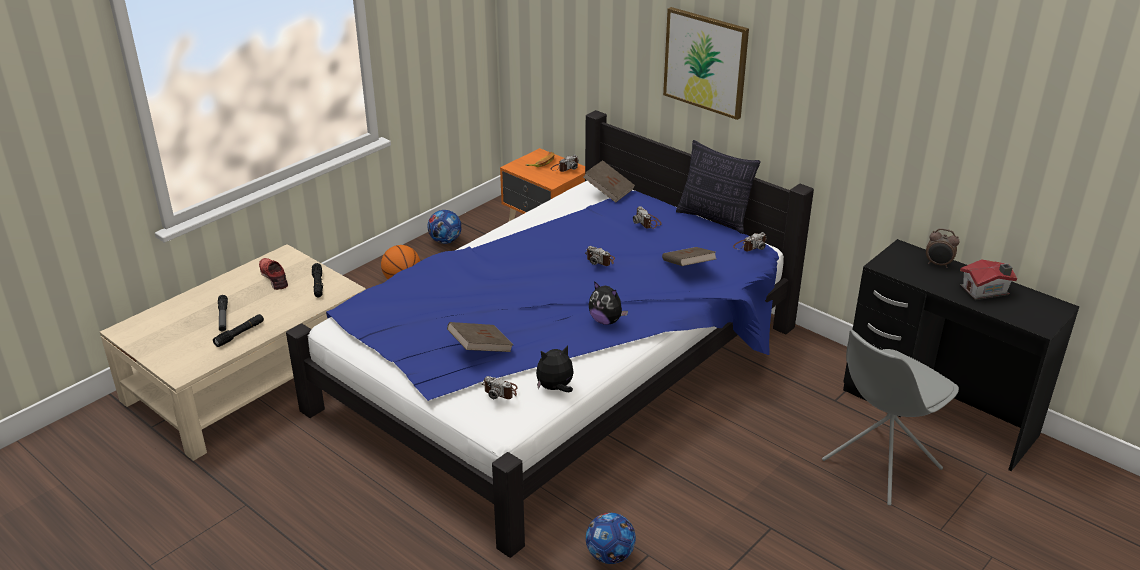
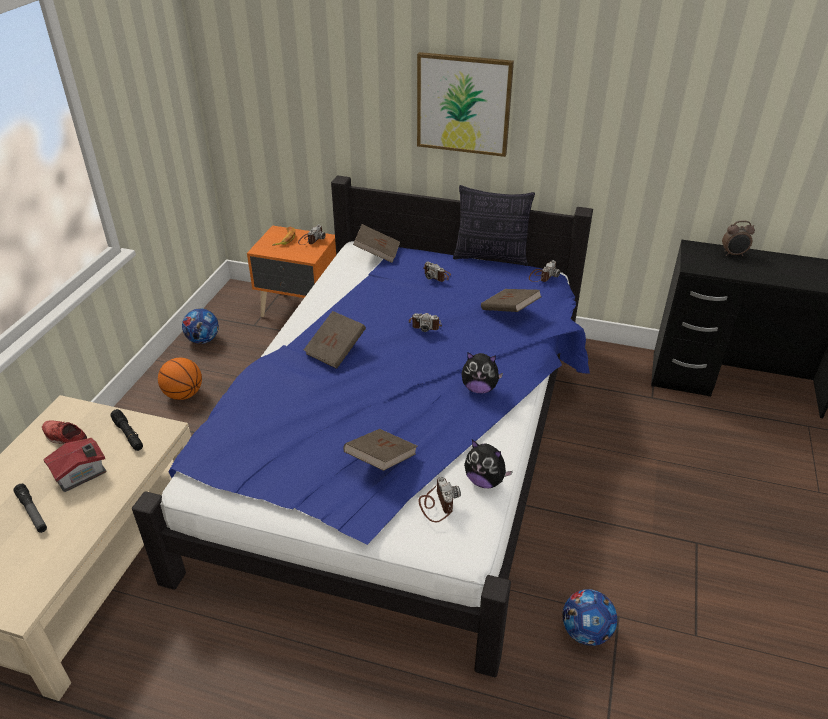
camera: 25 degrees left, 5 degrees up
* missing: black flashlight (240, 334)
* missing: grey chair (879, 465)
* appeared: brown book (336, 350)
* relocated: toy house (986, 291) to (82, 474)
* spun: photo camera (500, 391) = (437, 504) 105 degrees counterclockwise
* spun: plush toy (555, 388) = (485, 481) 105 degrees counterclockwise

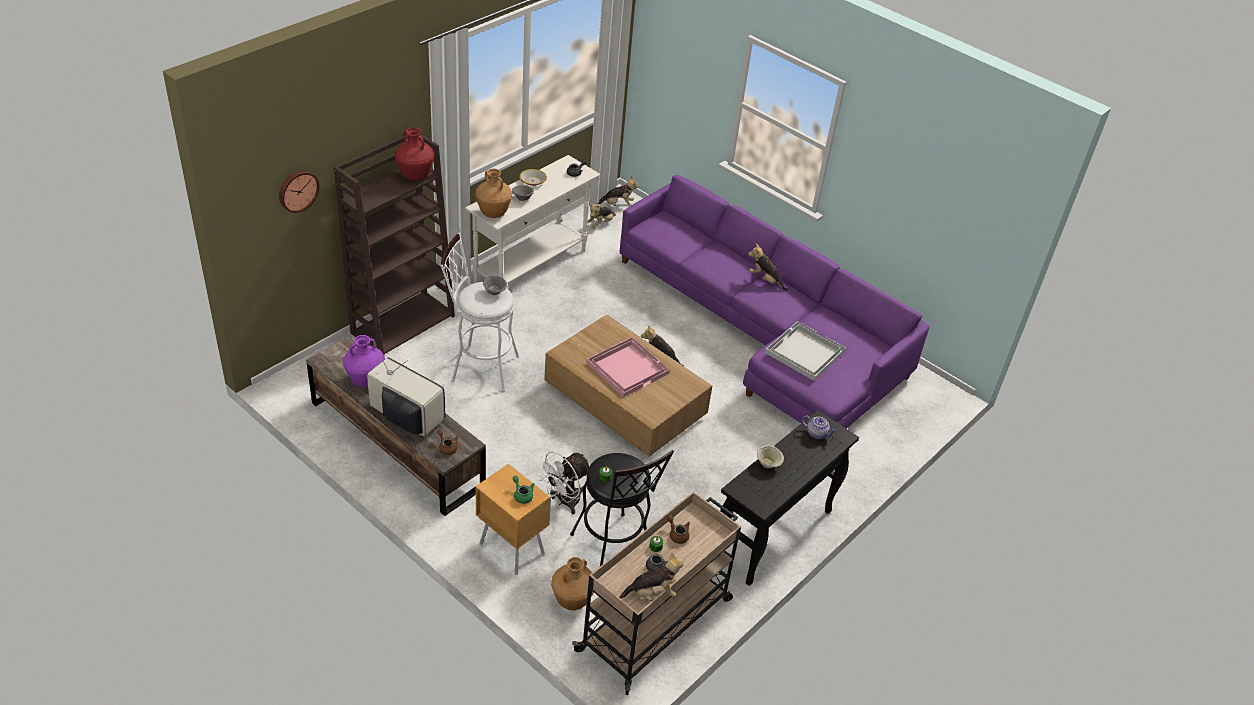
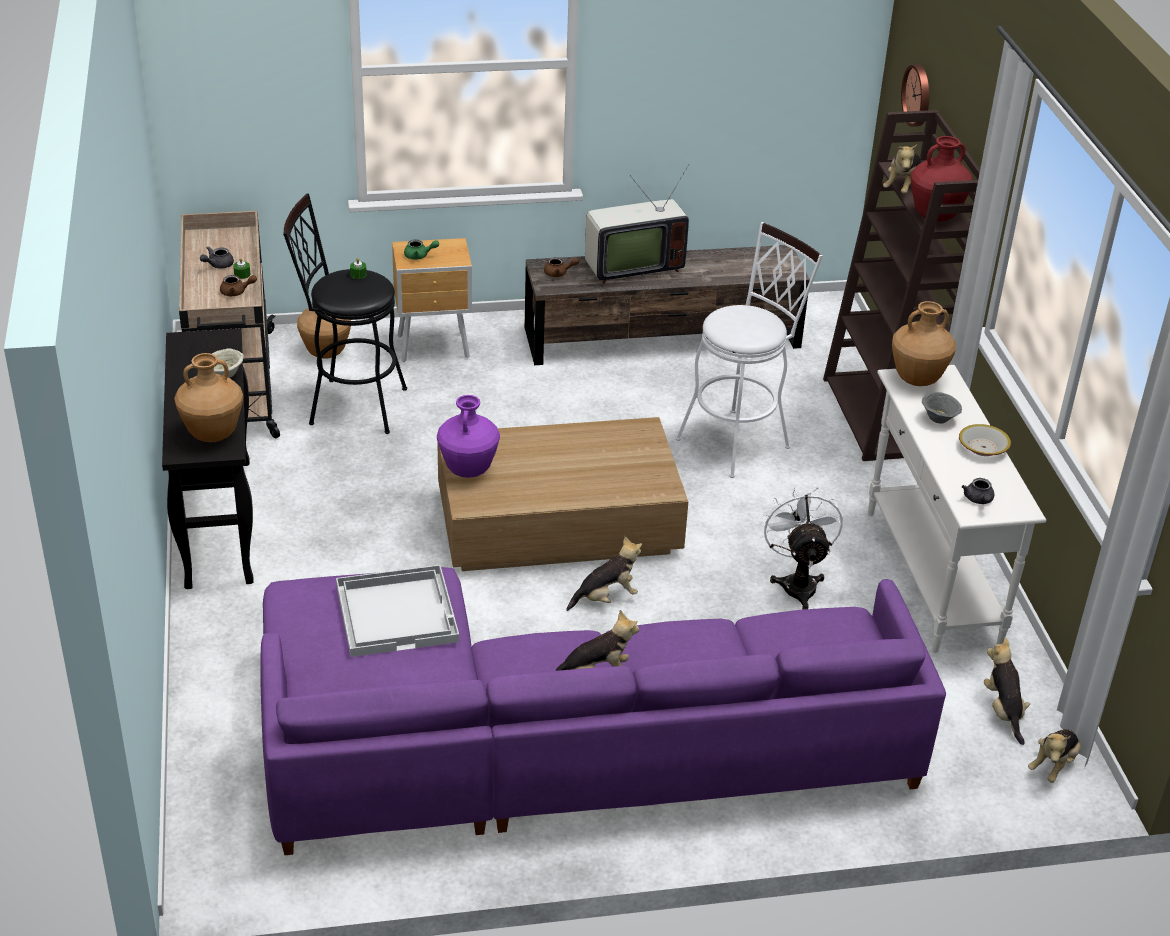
camera: 130 degrees right, 5 degrees down
* missing: grey bowl (495, 292)
* missing: pink tray (627, 367)
* relocated: purple vase (366, 381) to (468, 470)
* relocated: white fan (564, 501) to (797, 583)
* relocated: plush toy (652, 593) to (903, 187)
* exchanged: teapot (817, 434) to brown vase (212, 435)

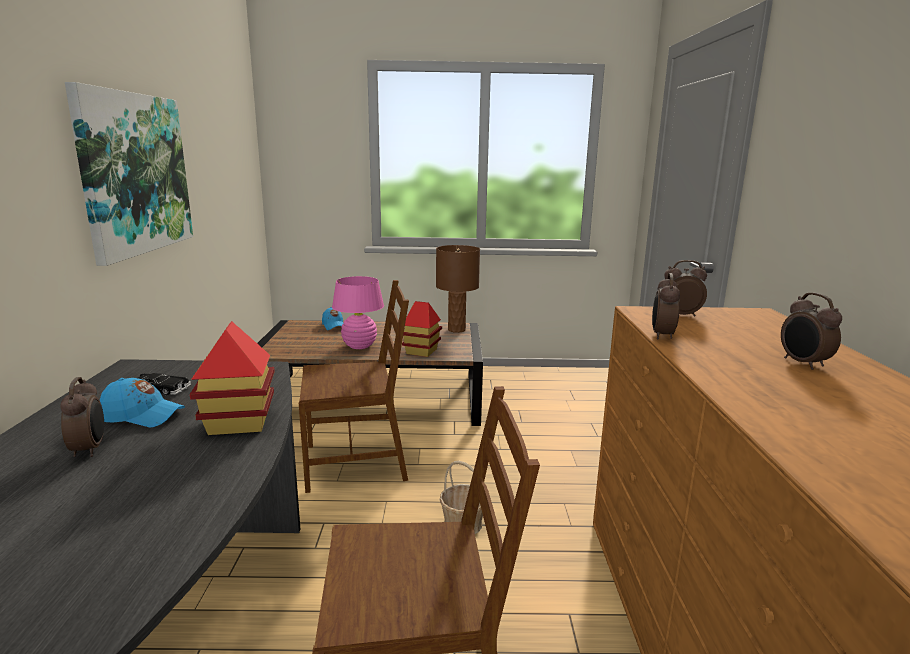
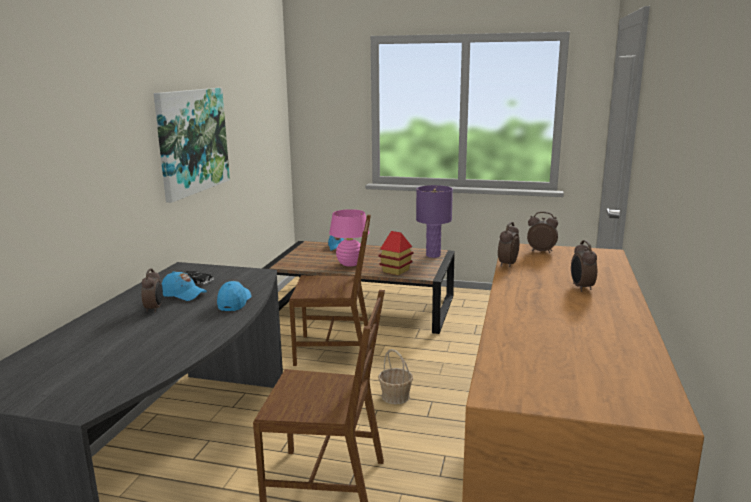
camera: 15 degrees right, 0 degrees up
* exchanged: toy house (238, 423) to blue cap (234, 302)
* colour: brown table lamp (456, 329) to purple table lamp (433, 255)

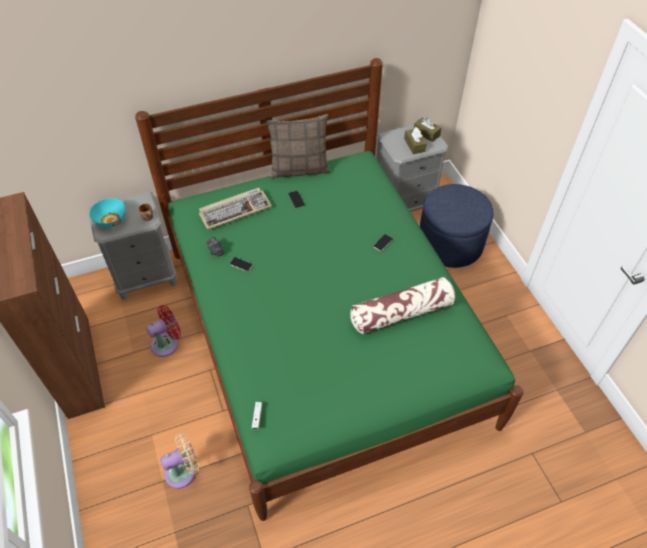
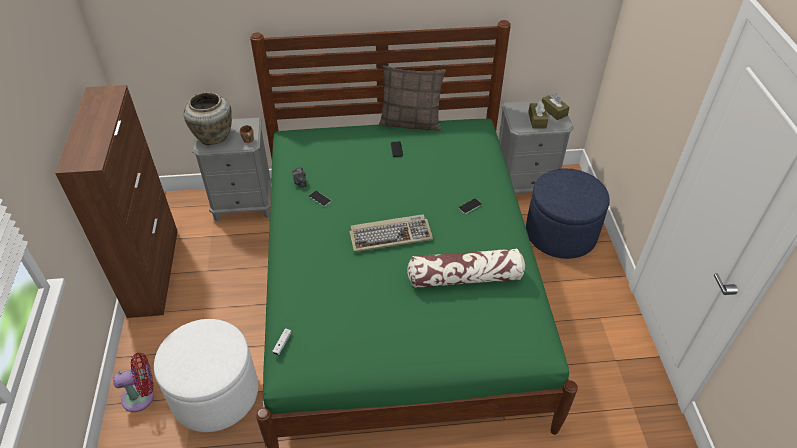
camera: 15 degrees right, 5 degrees down
* relocated: red fan (167, 343) to (142, 396)
* relocated: keyboard (235, 210) to (391, 235)
* exchanged: turquoise bowl (111, 220) to beige vase (214, 136)
* exchanged: beige fan (183, 471) to white ottoman (215, 393)

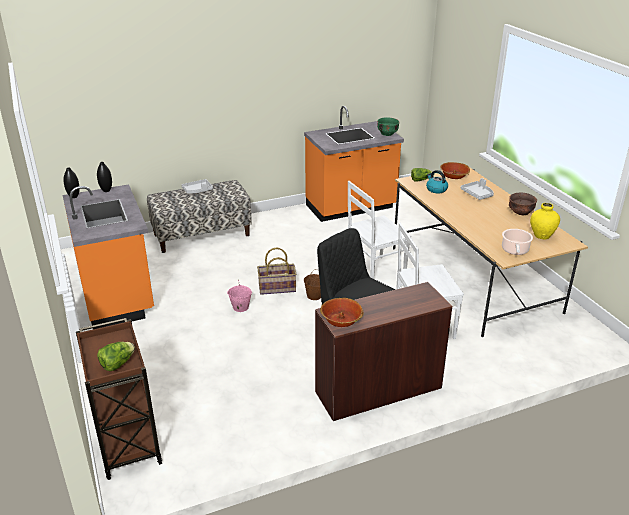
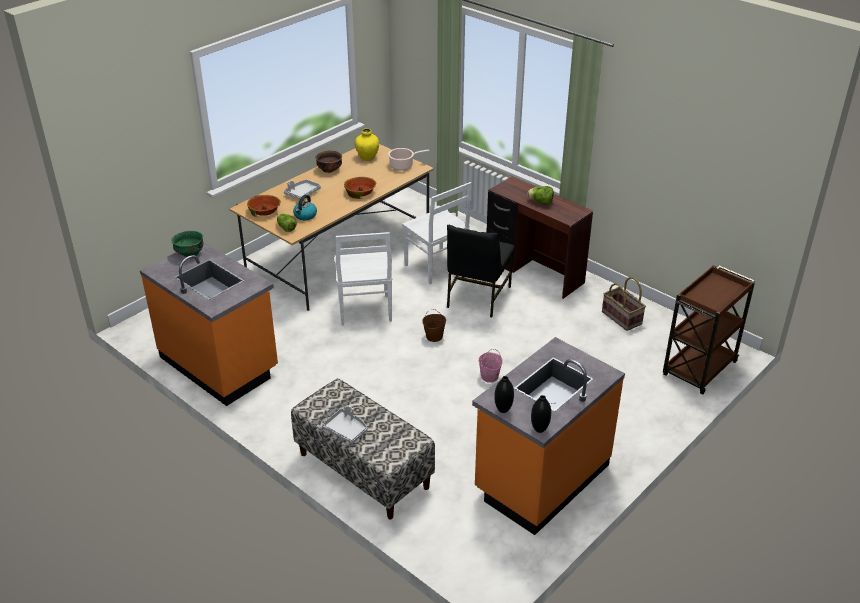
camera: 115 degrees left, 5 degrees up
* relocated: lettuce (117, 364) to (541, 202)
* relocated: basket (277, 288) to (622, 318)
* relocated: bowl (341, 320) to (360, 192)
* spun: white chair (374, 272) = (365, 311) 45 degrees clockwise

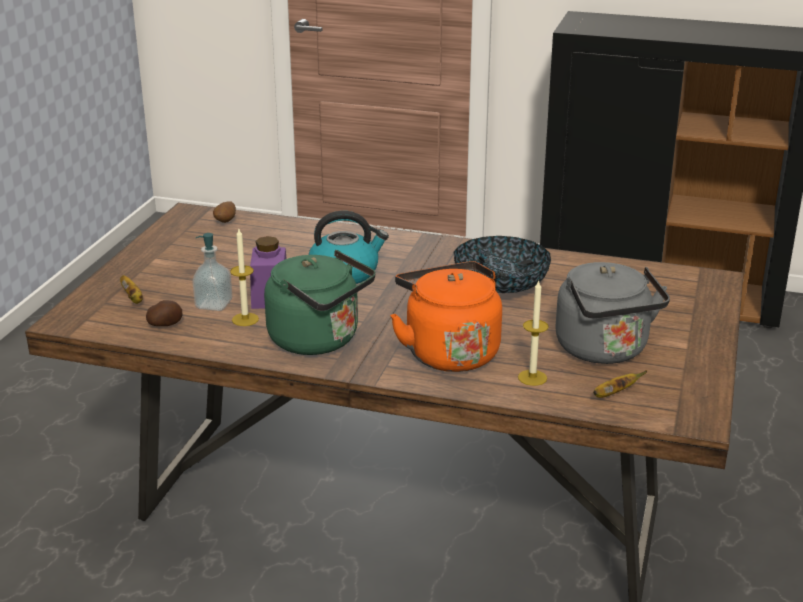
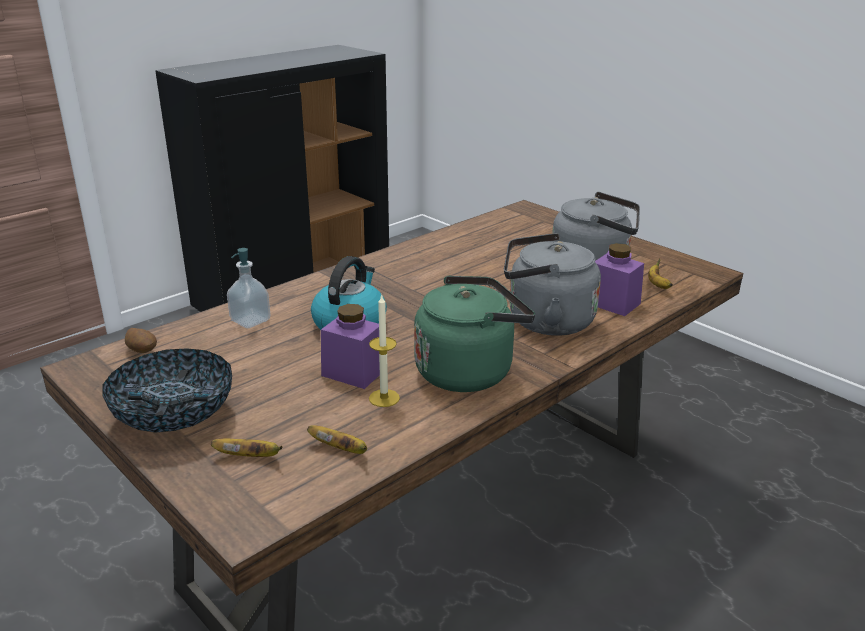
camera: 60 degrees left, 0 degrees up
* relocated: soap dispenser (214, 304) to (250, 320)
* relocated: bowl (500, 287) to (174, 416)
* exchanged: potato (165, 325) to banana (341, 450)
* exchanged: candle (532, 377) to purple jar (613, 303)
* colour: orange kettle (448, 352) to grey kettle (544, 321)

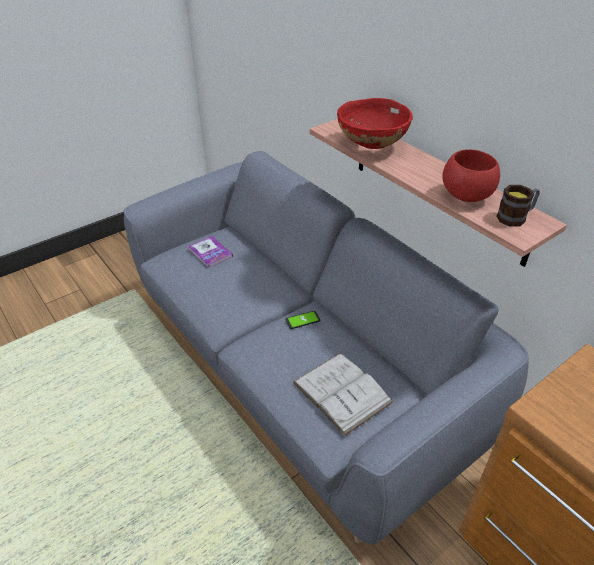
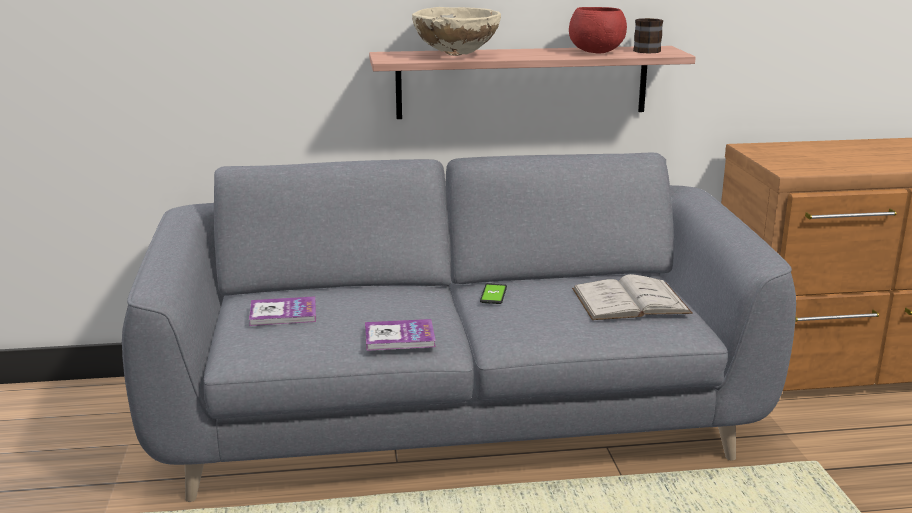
camera: 60 degrees left, 20 degrees down
* appeared: book (399, 337)
* colour: red bowl (371, 146) to beige bowl (456, 56)

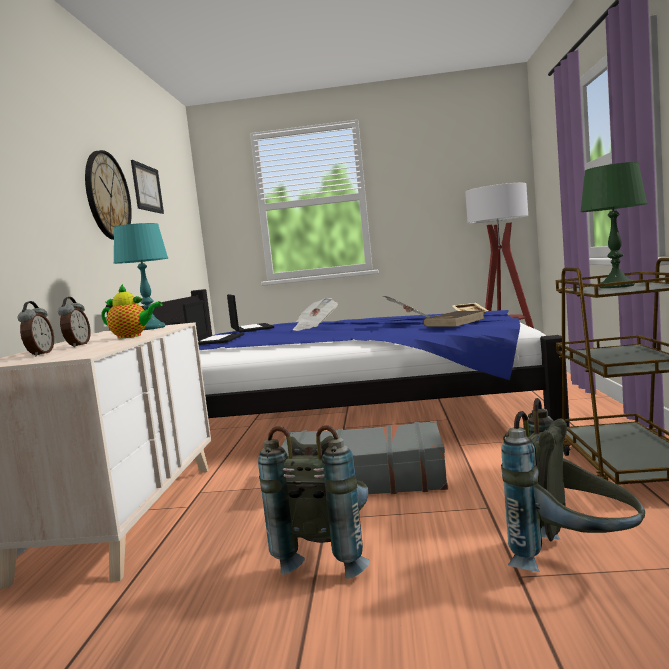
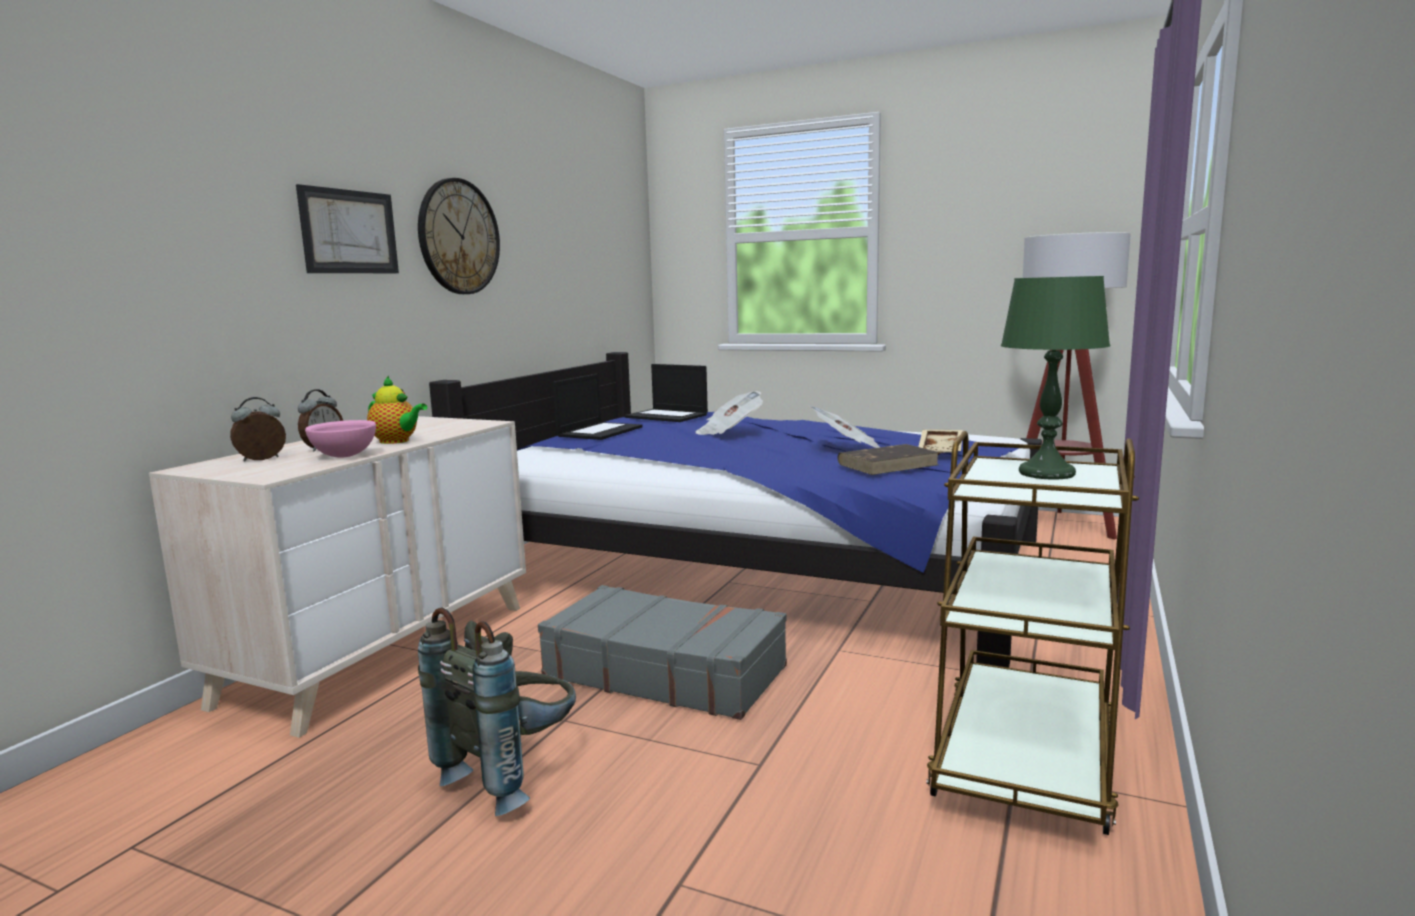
camera: 20 degrees right, 5 degrees up
* missing: turquoise table lamp (151, 328)
* missing: grey backpack (575, 562)
* appeared: pink bowl (344, 456)
* relocated: picture (147, 188) to (349, 232)
* spun: alarm clock (39, 354) = (262, 459) 150 degrees counterclockwise
* spun: laptop (251, 328) = (667, 416) 120 degrees clockwise

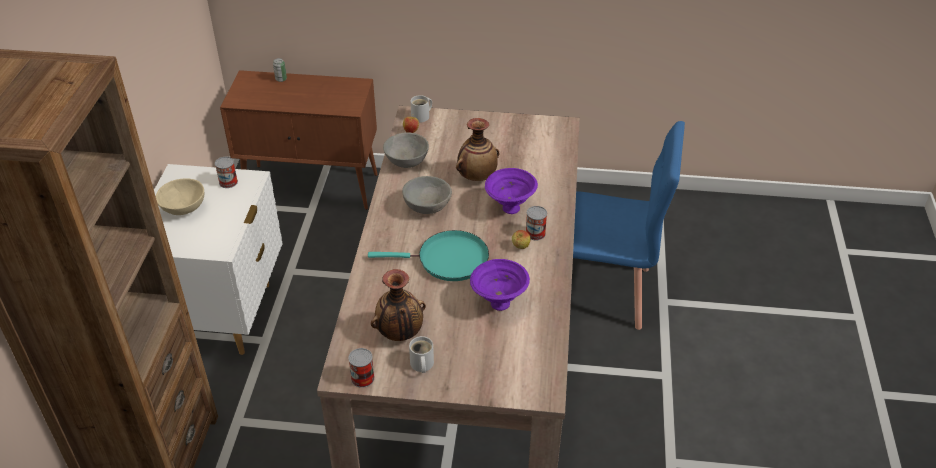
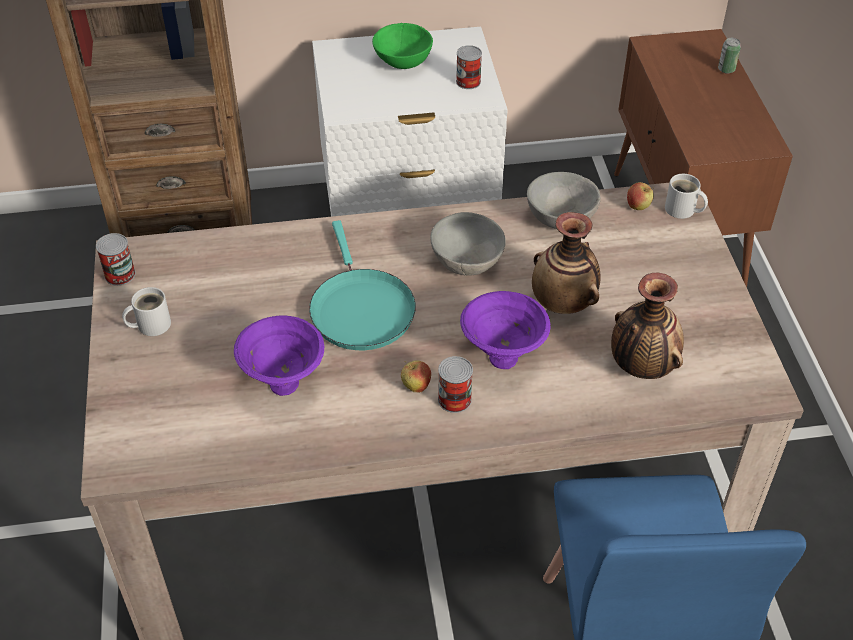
camera: 75 degrees right, 5 degrees up
* relocated: vase (400, 333) to (641, 366)
* colour: beige bowl (184, 209) to green bowl (402, 63)

